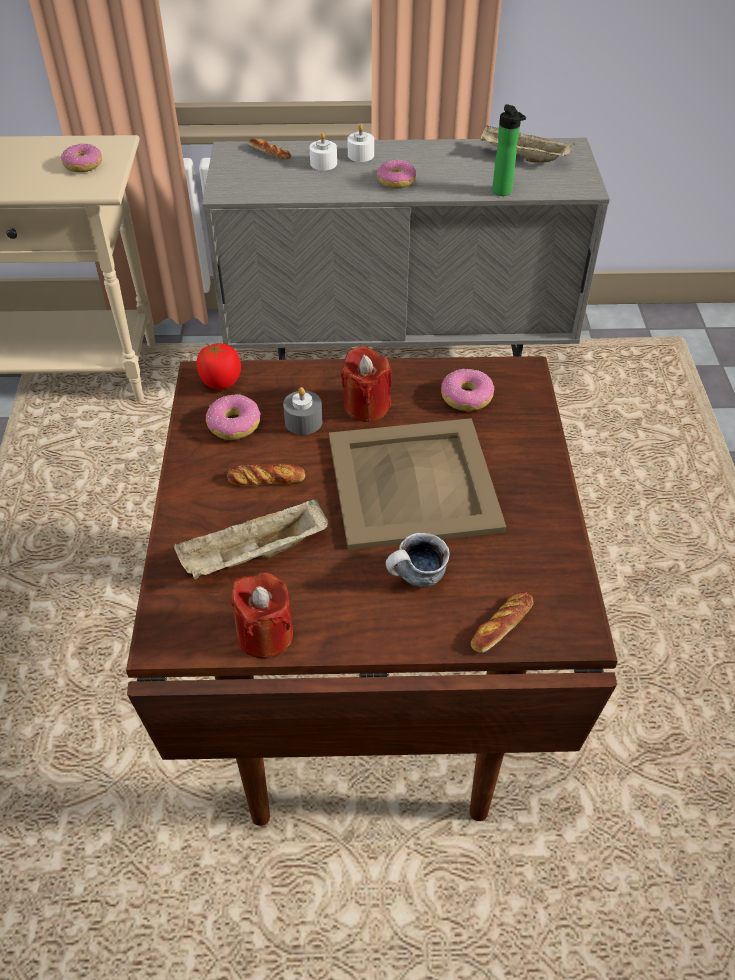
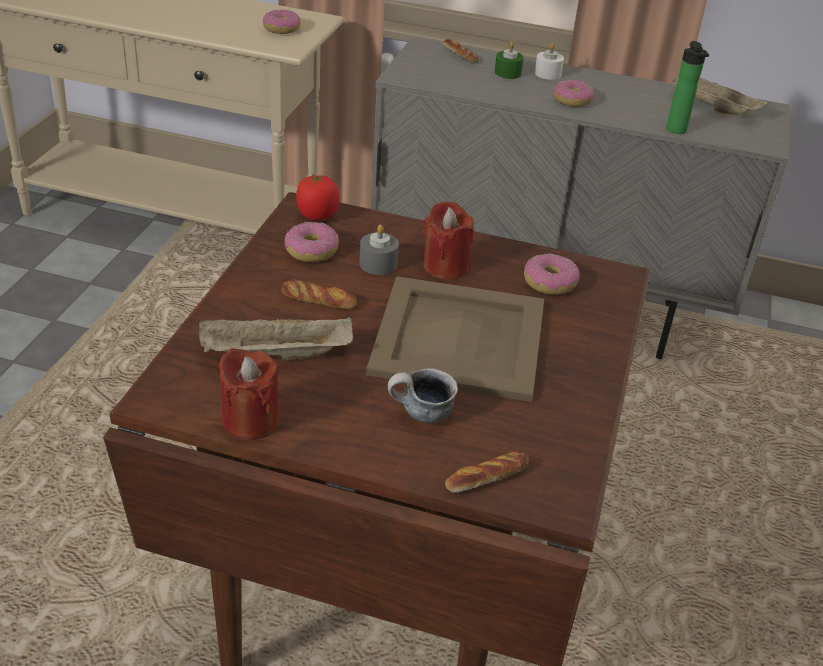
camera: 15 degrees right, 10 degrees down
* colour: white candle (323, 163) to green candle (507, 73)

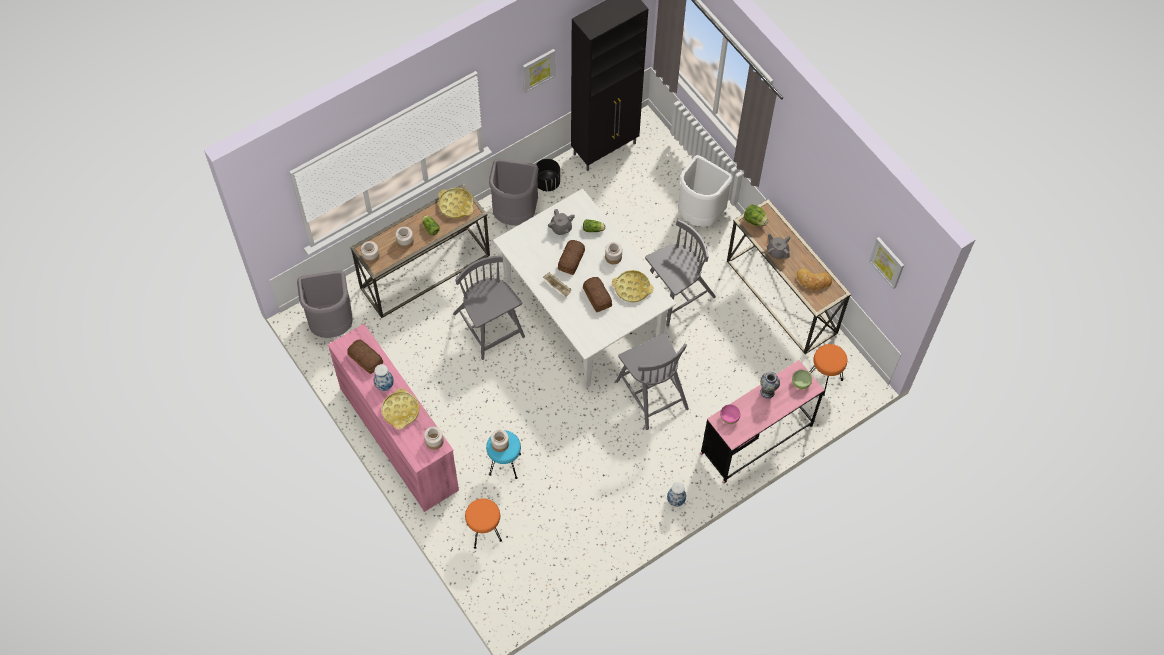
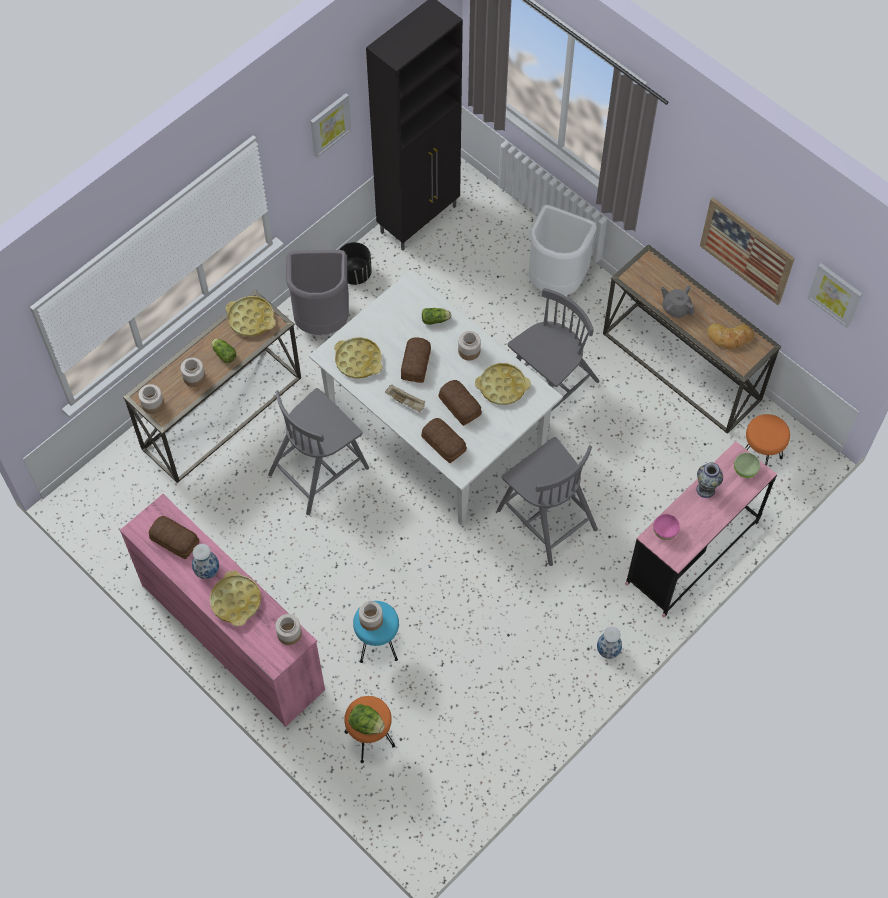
camera: 10 degrees left, 0 degrees up
* missing: grey trash can (332, 325)
* missing: grey teapot (561, 228)
* appeared: yellow tray (358, 360)
* appeared: bread (443, 444)
* appeared: picture (746, 250)
* relocated: lettuce (754, 220) to (366, 724)
* spun: grey chair (489, 327) = (320, 469) 90 degrees counterclockwise

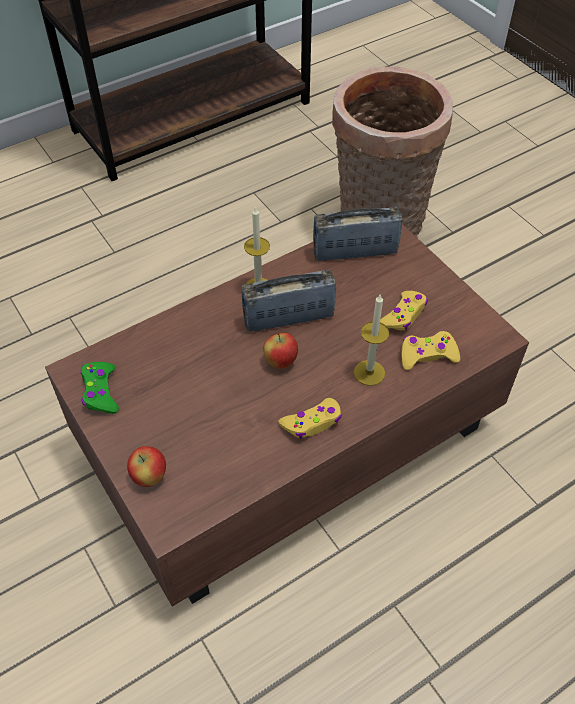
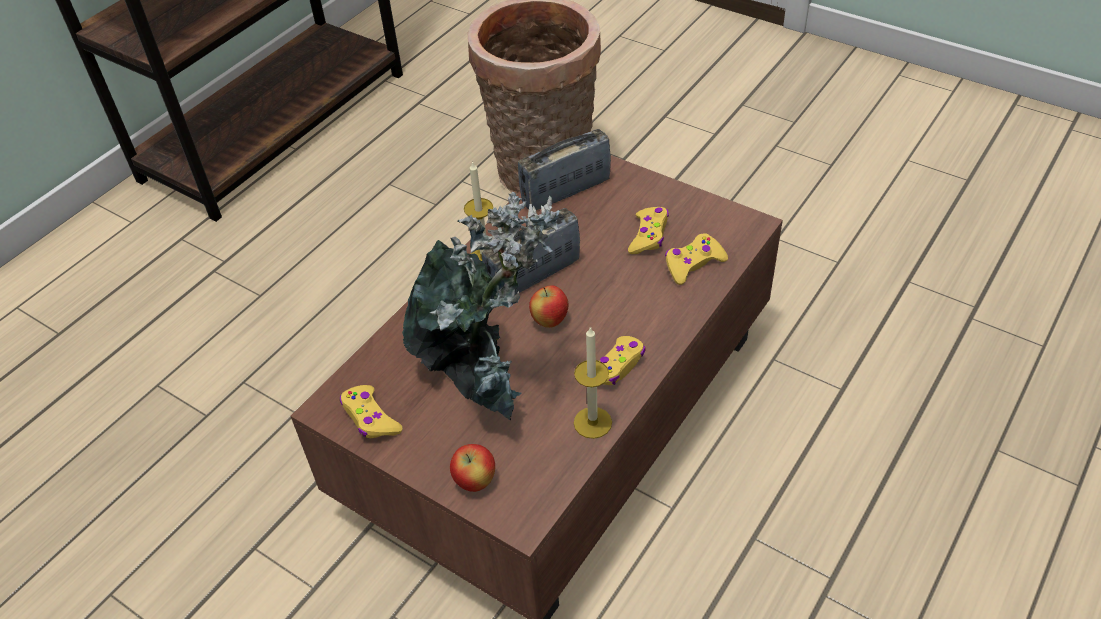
camera: 20 degrees left, 5 degrees down
* appeared: potted plant (485, 377)
* relocated: candle (369, 372) to (592, 422)
* colour: green game controller (100, 392) to yellow game controller (370, 418)

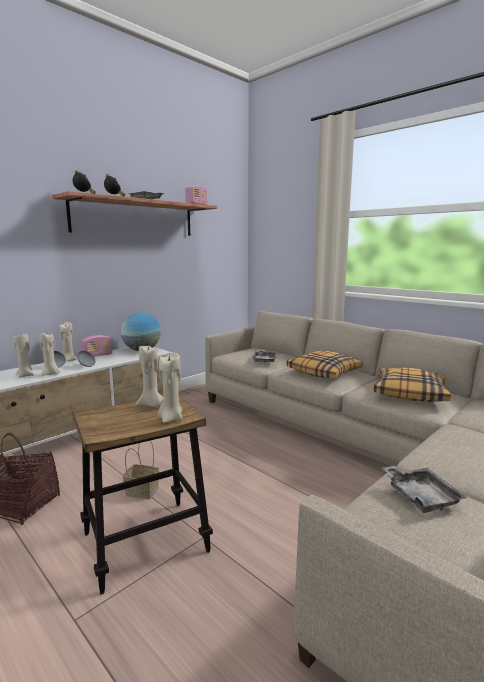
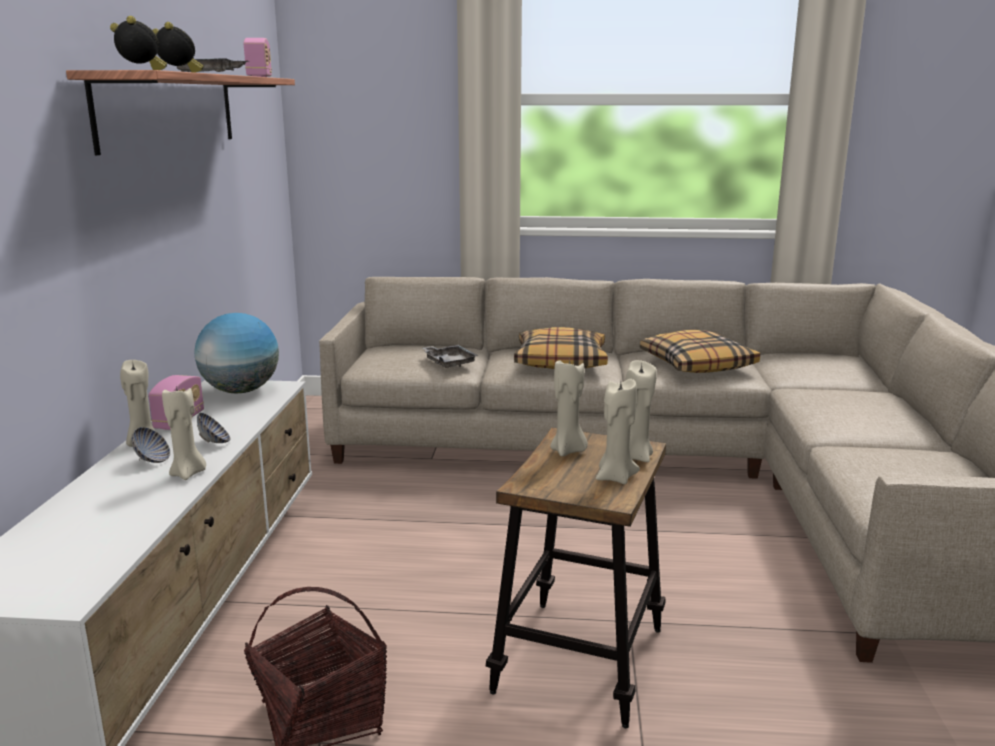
camera: 40 degrees left, 5 degrees up
* missing: basket (141, 491)
* missing: grey tray (420, 496)
* relocated: beige candle (26, 375) to (615, 477)

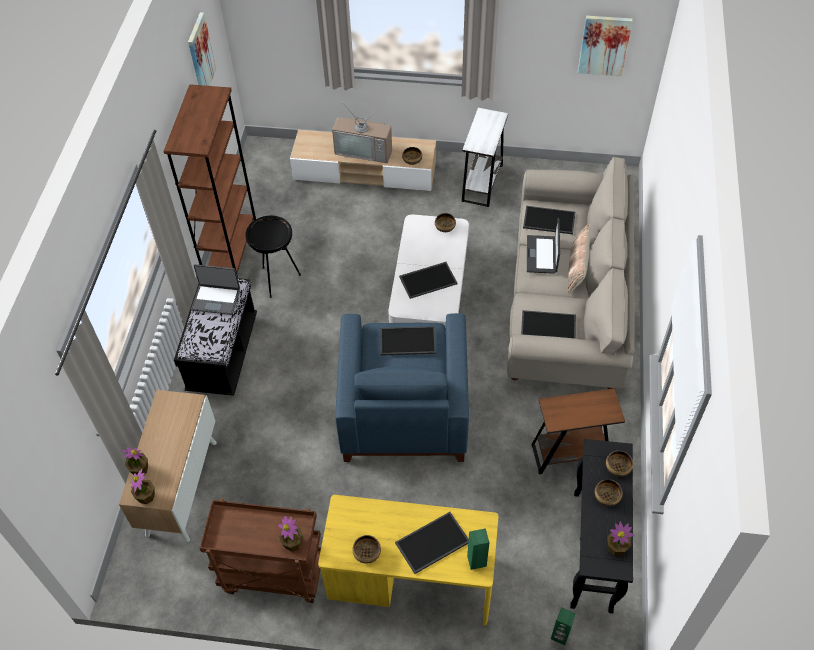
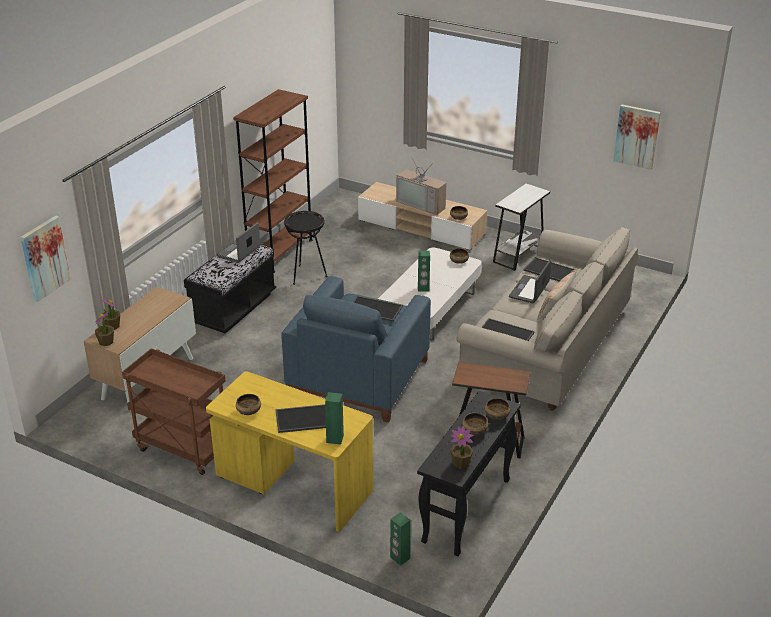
camera: 20 degrees right, 20 degrees down
* missing: potted plant (293, 543)
* relocated: picture (200, 55) to (44, 258)
* exchanged: tray (428, 279) to green speaker (423, 288)
* spun: laptop (216, 299) = (239, 252) 90 degrees clockwise

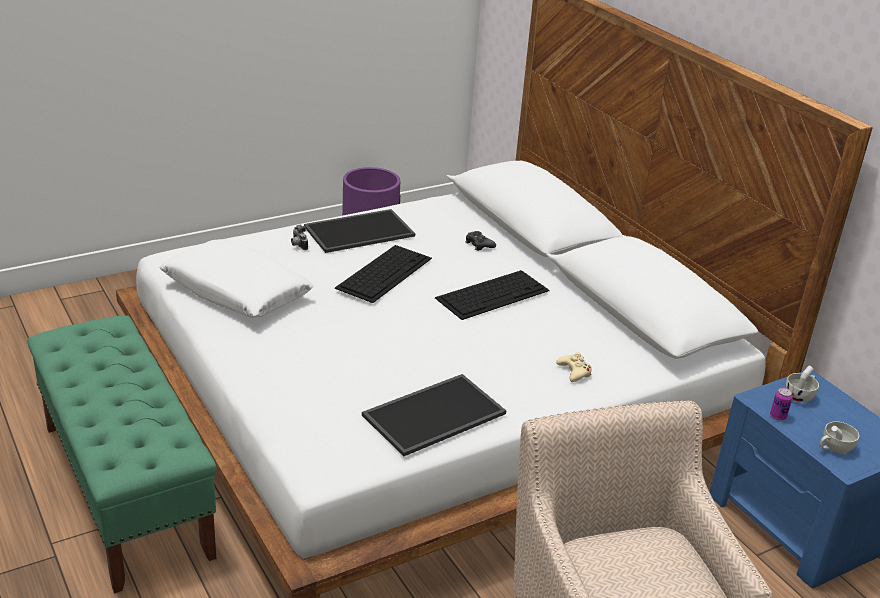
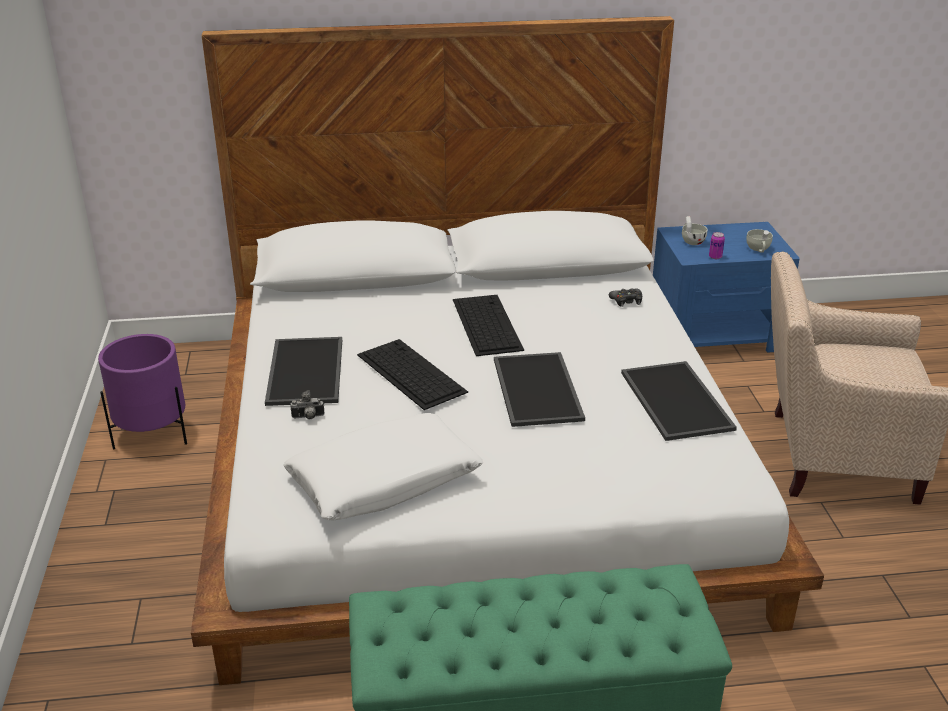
camera: 65 degrees left, 0 degrees up
* missing: beige game controller (574, 372)
* appeared: tray (539, 390)
* relocated: black game controller (479, 244) to (626, 301)

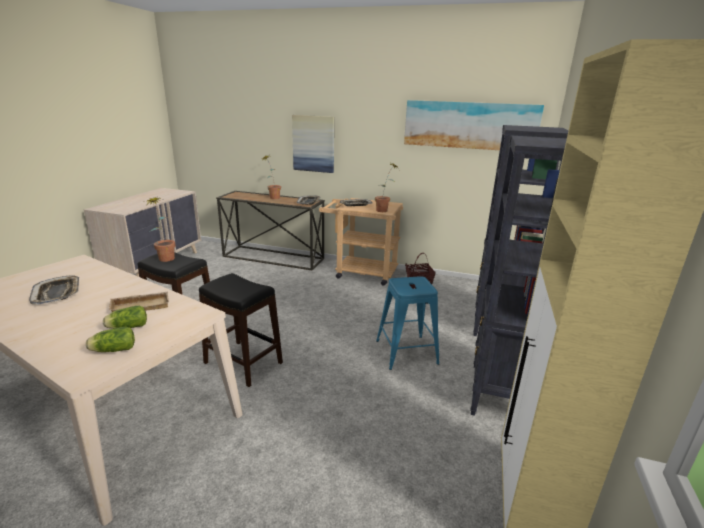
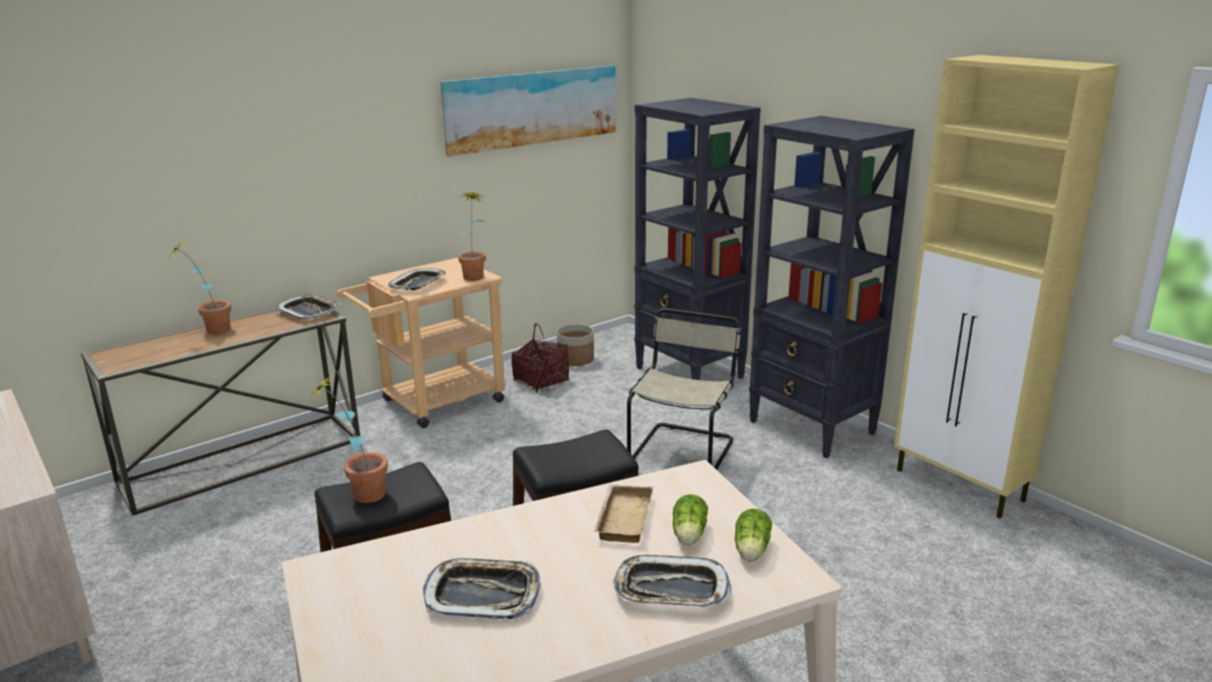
camera: 55 degrees left, 0 degrees up
* missing: picture (313, 144)
* appeared: planter (576, 359)
* appeared: tray (671, 590)
* exchanged: blue stool (406, 352) to beige chair (683, 450)

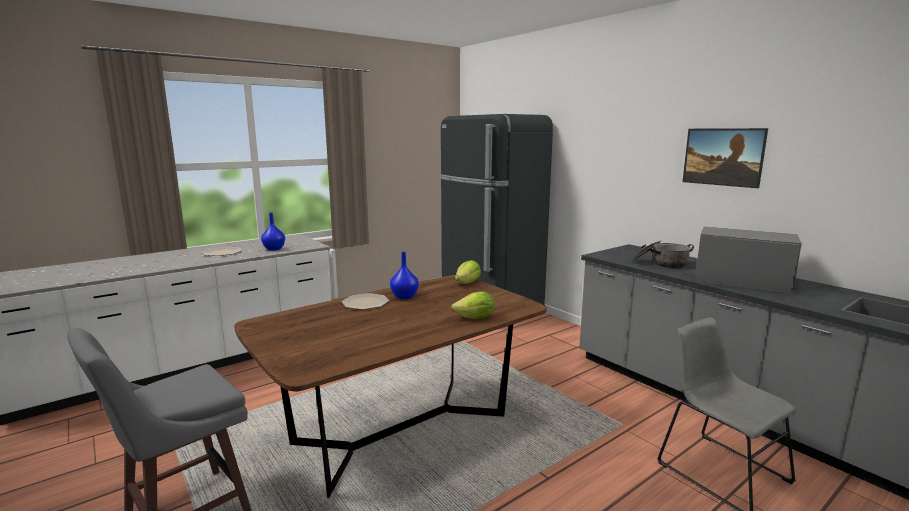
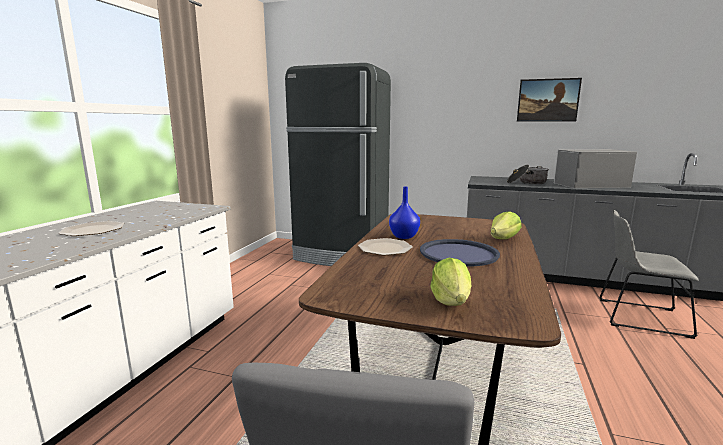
camera: 35 degrees left, 0 degrees up
* missing: blue vase (274, 249)
* appeared: blue tray (458, 253)
* relocated: lettuce (468, 283) to (451, 301)

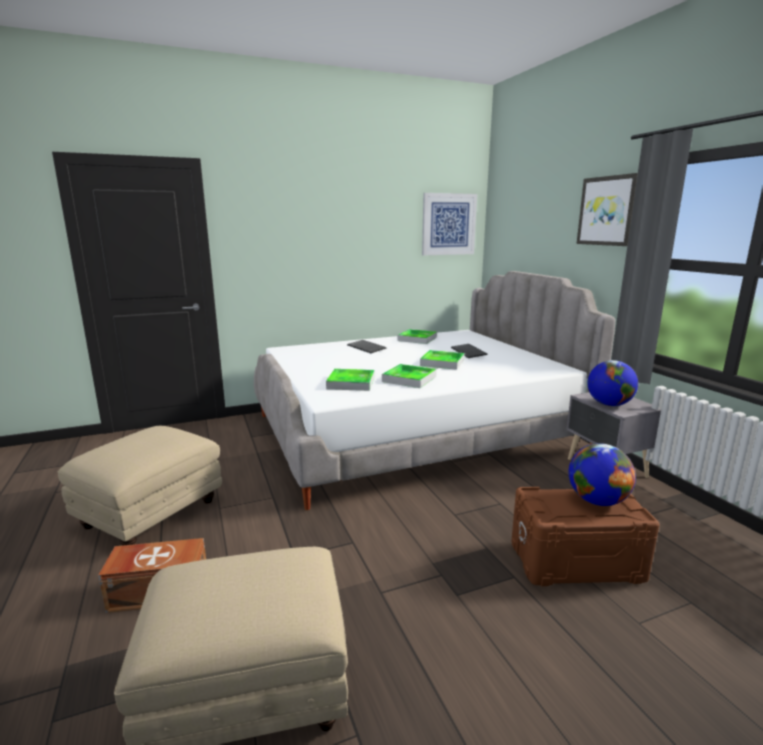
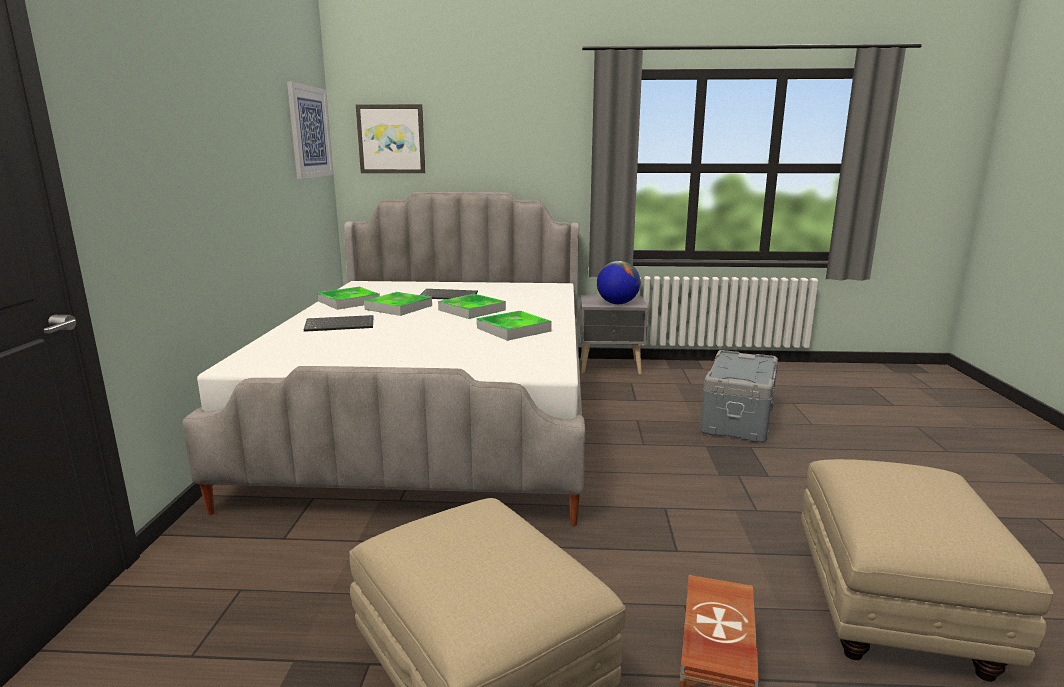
camera: 65 degrees left, 0 degrees up
* missing: globe (597, 501)
* relocated: tray (351, 383) to (398, 307)
* relocated: picture (607, 211) to (391, 139)
* colour: brown storage box (576, 562) to grey storage box (738, 420)

